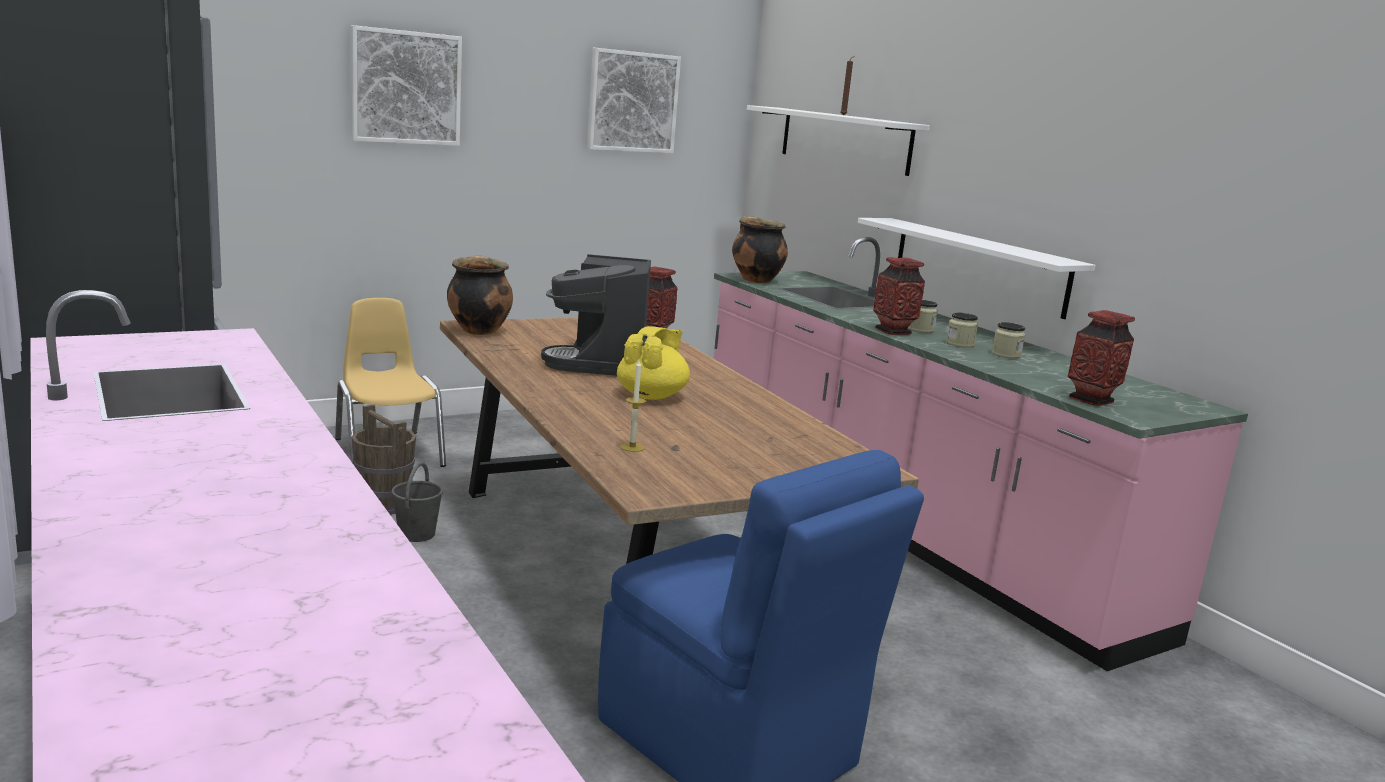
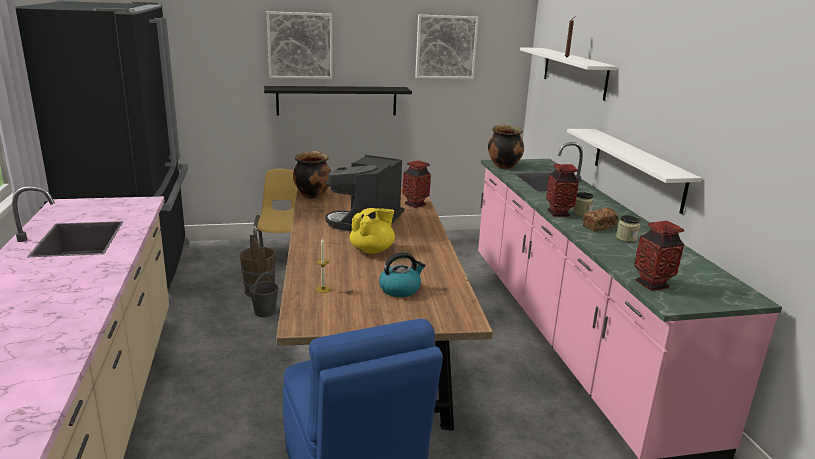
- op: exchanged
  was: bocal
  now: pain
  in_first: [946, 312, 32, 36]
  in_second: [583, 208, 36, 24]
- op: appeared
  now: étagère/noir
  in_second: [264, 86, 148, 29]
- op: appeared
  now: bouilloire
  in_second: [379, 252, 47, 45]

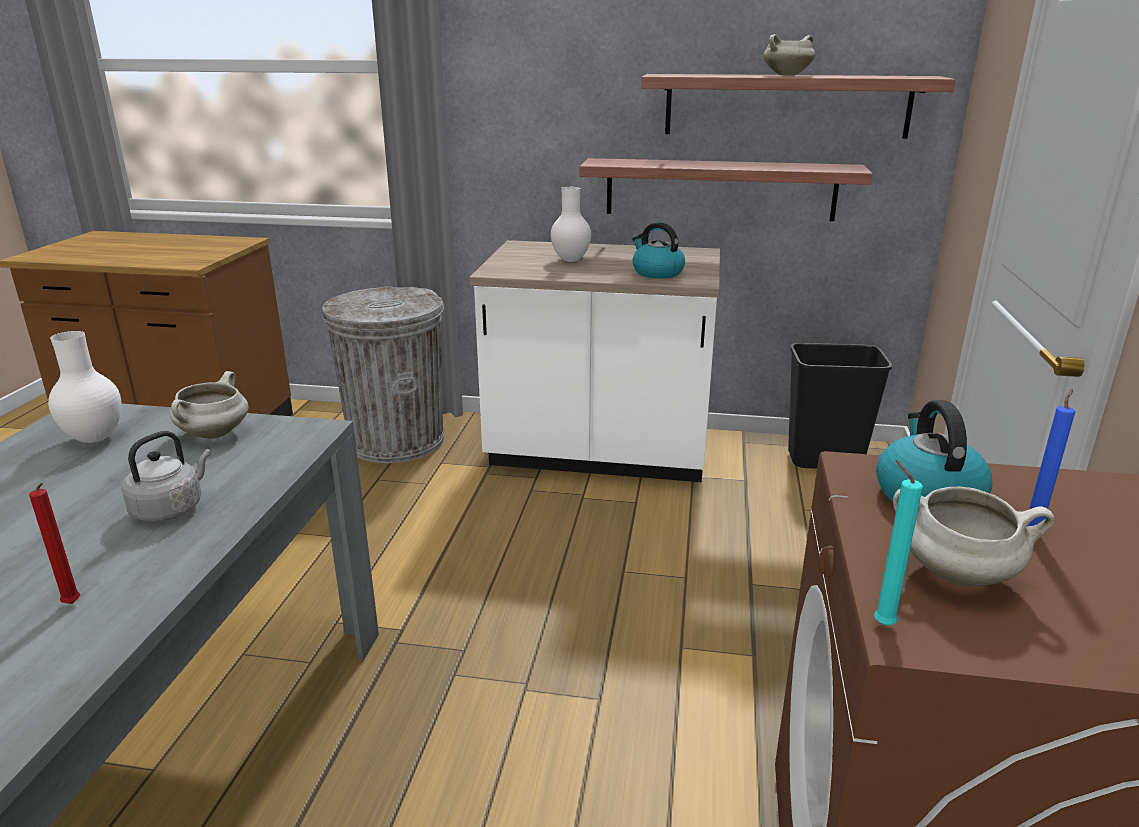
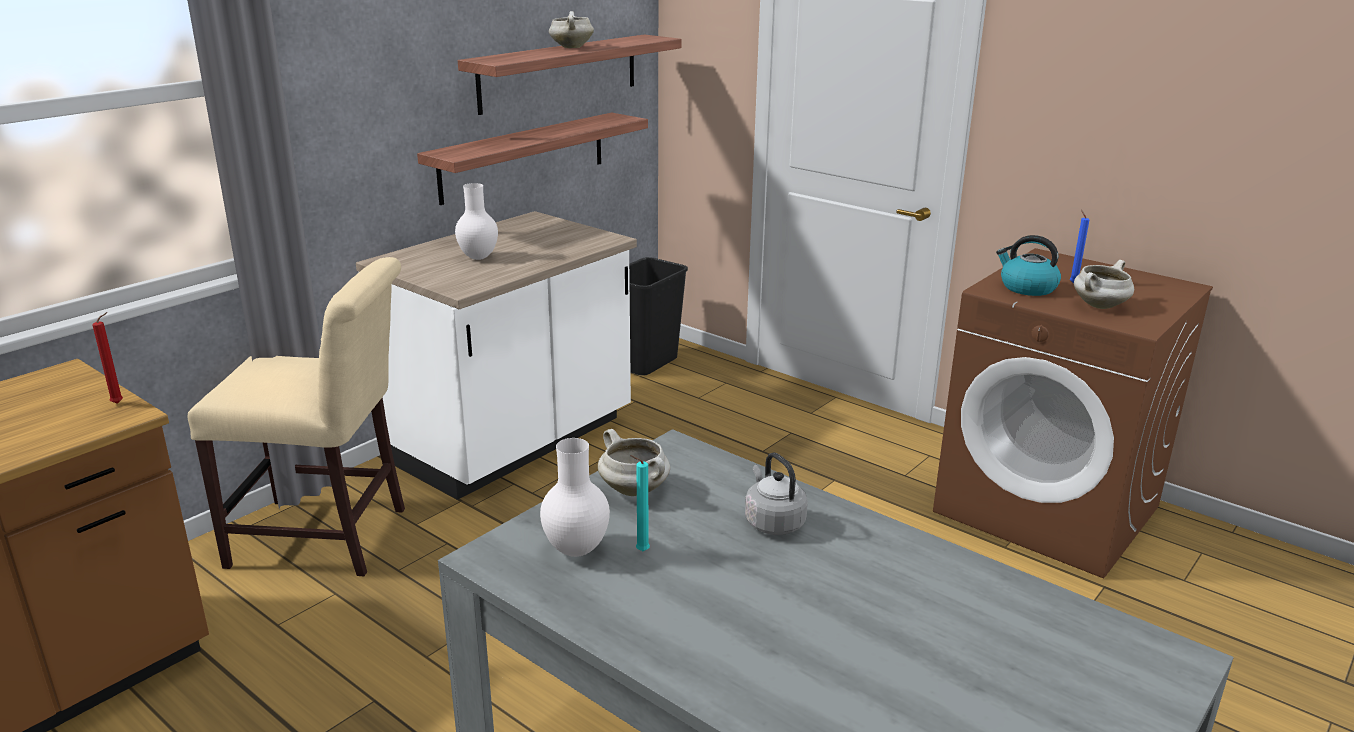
- op: relocated
  was: bougie/rouge
  in_first: [29, 483, 51, 121]
  in_second: [92, 312, 31, 92]
- op: exchanged
  was: poubelle/gris
  now: chaise/beige
  in_first: [322, 286, 122, 177]
  in_second: [187, 257, 218, 319]
- op: missing
  was: bouilloire
  in_first: [632, 222, 53, 56]
- op: relocated
  was: bougie/turquoise
  in_first: [874, 460, 49, 165]
  in_second: [630, 455, 20, 96]

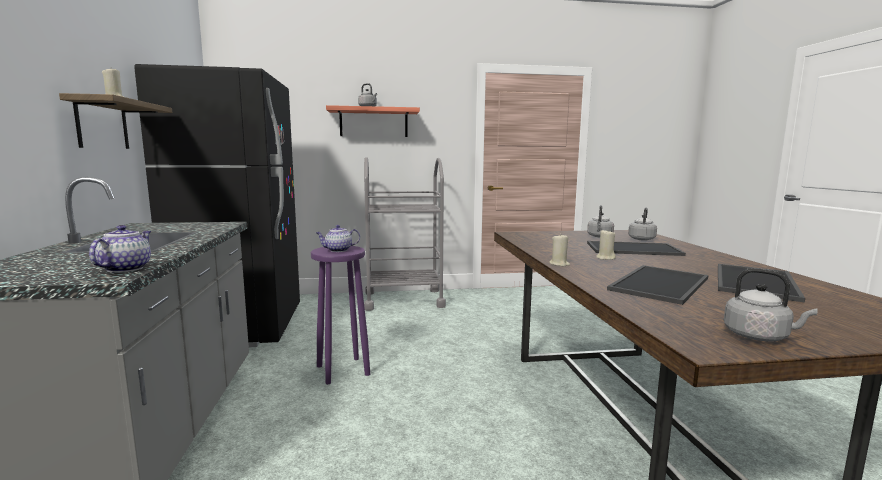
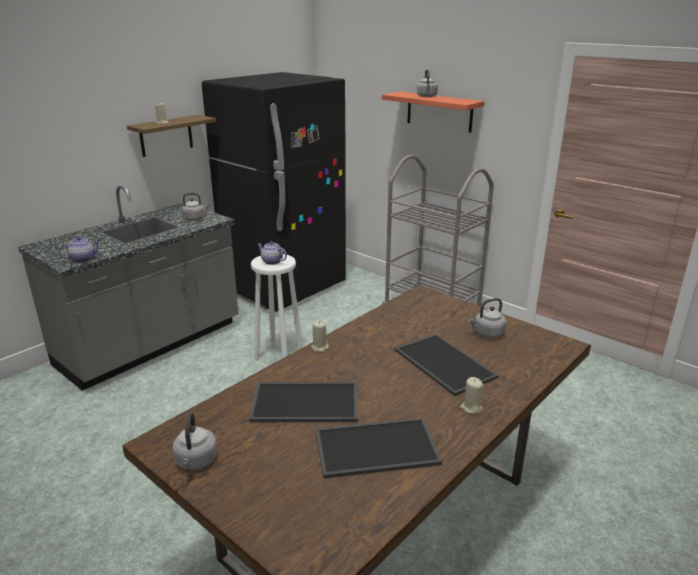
- op: colour
  was: tabouret/violet
  now: tabouret/blanc
  in_first: [311, 246, 59, 138]
  in_second: [251, 254, 51, 107]
- op: relocated
  was: bougie/beige
  in_first: [596, 230, 20, 30]
  in_second: [460, 377, 24, 37]
- op: relocated
  was: bouilloire/gris
  in_first: [628, 207, 29, 34]
  in_second: [182, 193, 28, 27]

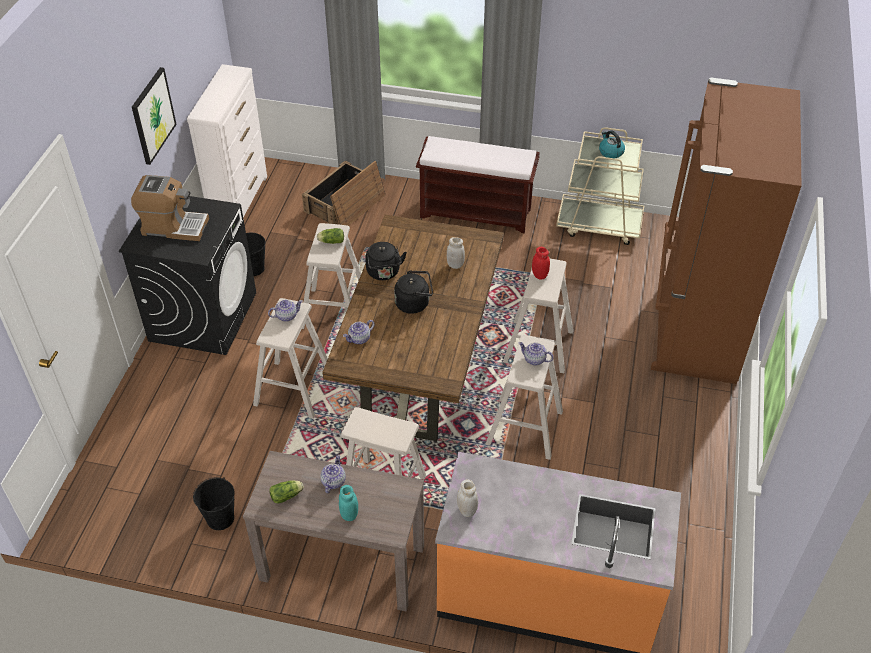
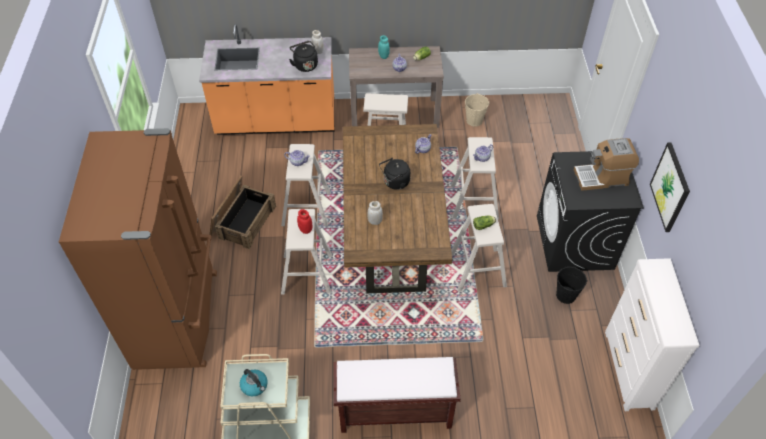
- op: colour
  was: seau/noir
  now: seau/beige
  in_first: [193, 477, 42, 53]
  in_second: [465, 94, 24, 33]
- op: relocated
  was: caisse
  in_first: [302, 161, 83, 65]
  in_second: [210, 175, 66, 74]
- op: relocated
  was: bouilloire/noir
  in_first: [365, 242, 42, 38]
  in_second: [289, 41, 29, 31]

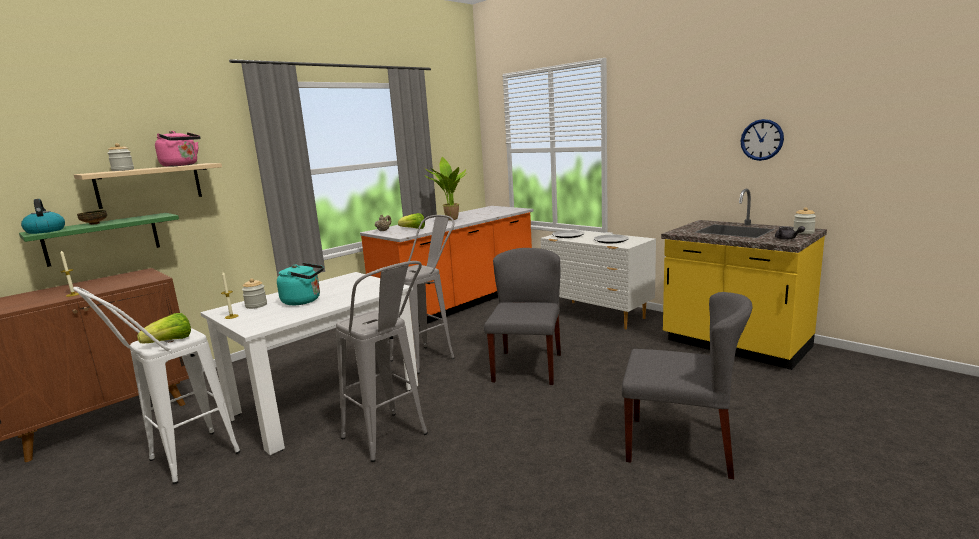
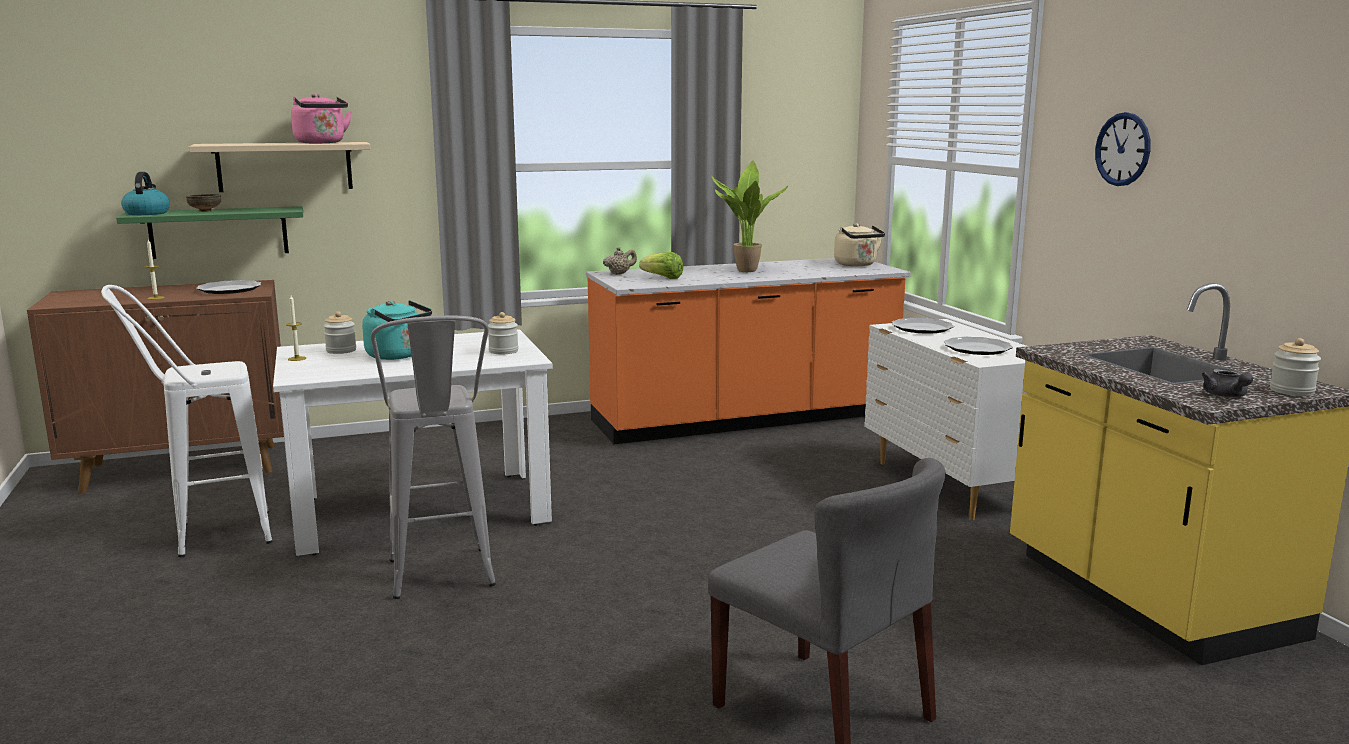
- op: relocated
  was: bocal
  in_first: [107, 143, 27, 28]
  in_second: [488, 312, 31, 42]
- op: missing
  was: laitue
  in_first: [137, 313, 54, 30]
- op: missing
  was: tabouret/gris
  in_first: [390, 215, 65, 159]
- op: missing
  was: chaise/gris
  in_first: [484, 248, 77, 137]
- op: relocated
  was: horloge murale
  in_first: [741, 119, 43, 42]
  in_second: [1095, 112, 55, 74]
- op: appeared
  now: assiette
  in_second: [196, 280, 65, 14]
- op: appeared
  now: bouilloire/beige
  in_second: [834, 223, 51, 43]

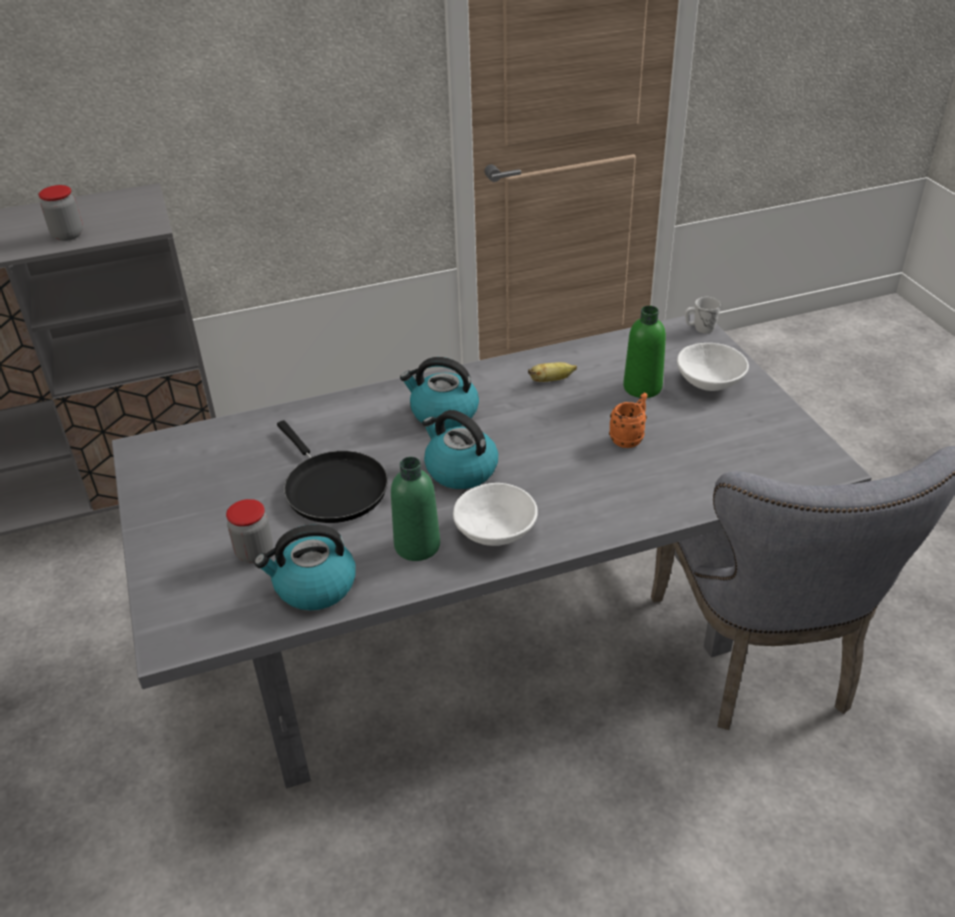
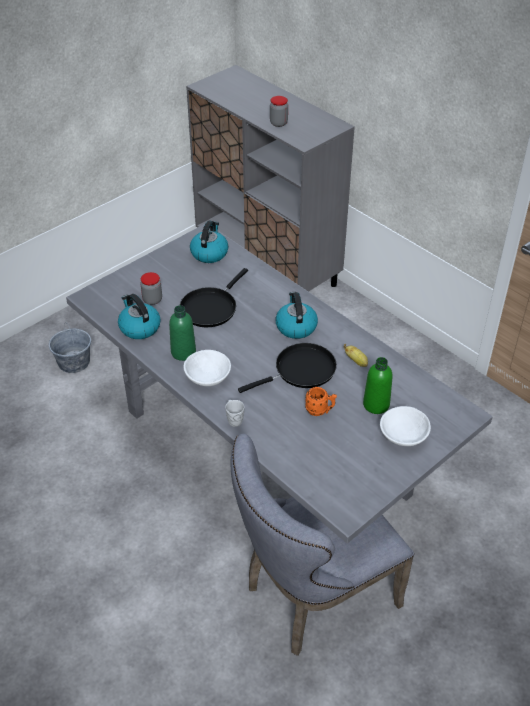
- op: relocated
  was: bouilloire
  in_first: [422, 410, 76, 79]
  in_second: [190, 221, 38, 42]
- op: relocated
  was: mug/blanc
  in_first: [685, 297, 36, 36]
  in_second: [225, 400, 19, 27]
- op: appeared
  now: seau/gris
  in_second: [49, 324, 42, 49]
- op: appeared
  now: poêle/noir
  in_second: [238, 343, 99, 50]

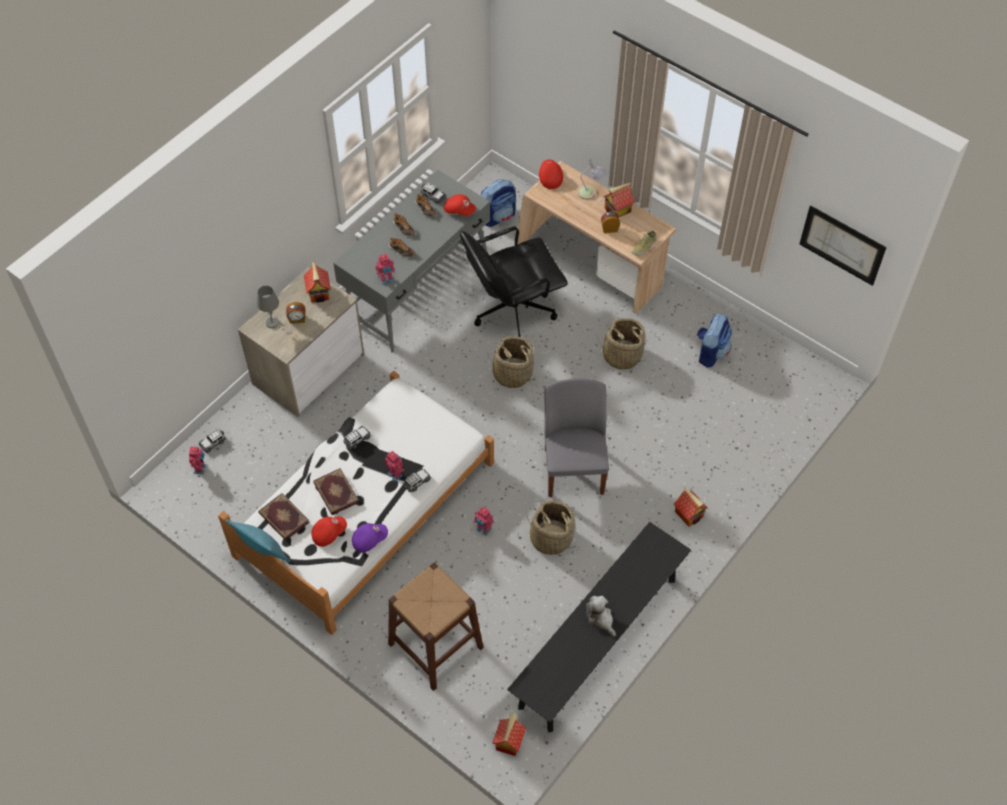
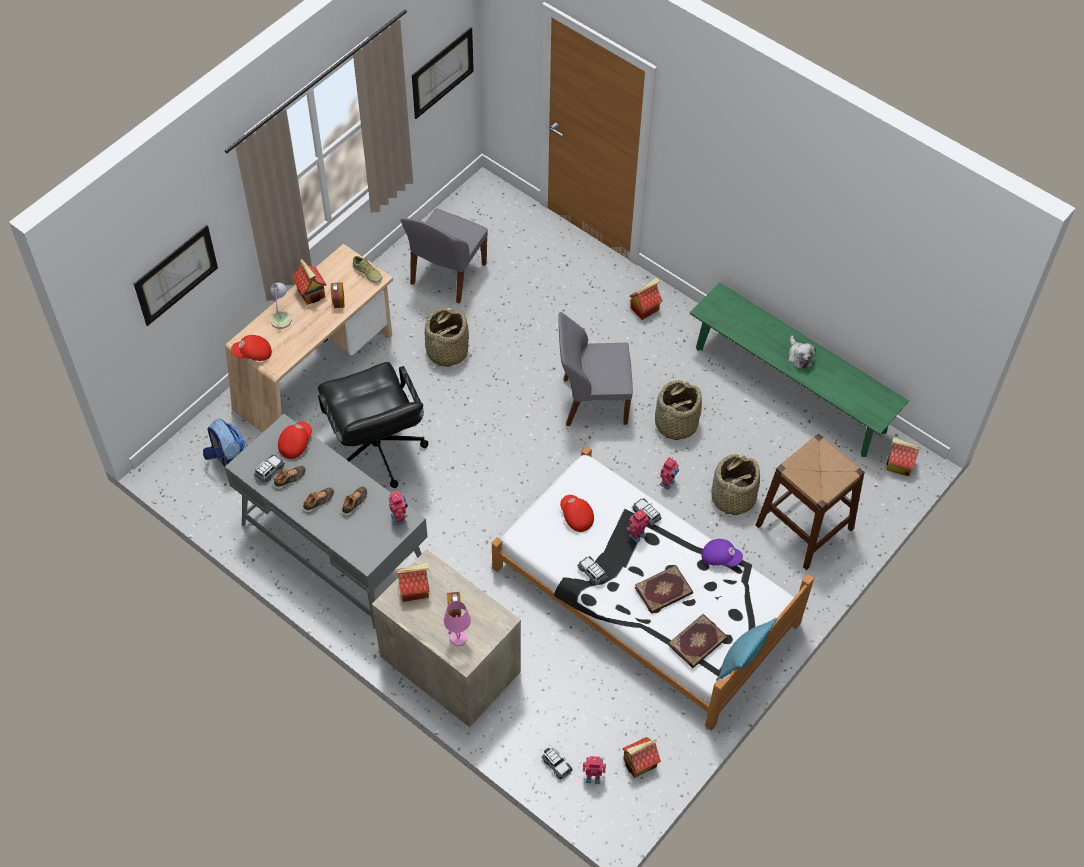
- op: colour
  was: lampe de table/gris
  now: lampe de table/rose
  in_first: [257, 286, 22, 42]
  in_second: [444, 601, 27, 45]
- op: relocated
  was: casquette/rouge
  in_first: [311, 516, 36, 31]
  in_second: [560, 495, 34, 37]
- op: spun
  was: casquette/violet
  in_first: [352, 523, 36, 30]
  in_second: [702, 539, 41, 28]
  clockwise: 135
- op: relocated
  was: panier
  in_first: [488, 336, 48, 52]
  in_second: [711, 454, 49, 62]
- op: colour
  was: banc/noir
  now: banc/vert
  in_first: [507, 522, 184, 211]
  in_second: [690, 283, 219, 174]
- op: spun
  was: peluche
  in_first: [586, 596, 30, 41]
  in_second: [788, 335, 28, 34]
  clockwise: -75
- op: exchanged
  was: sac à dos
  now: chaise/gris
  in_first: [697, 314, 35, 54]
  in_second: [401, 208, 87, 95]
- op: appeared
  now: tableau
  in_second: [134, 225, 84, 101]
- op: appeared
  now: maison miniature
  in_second: [622, 737, 39, 41]

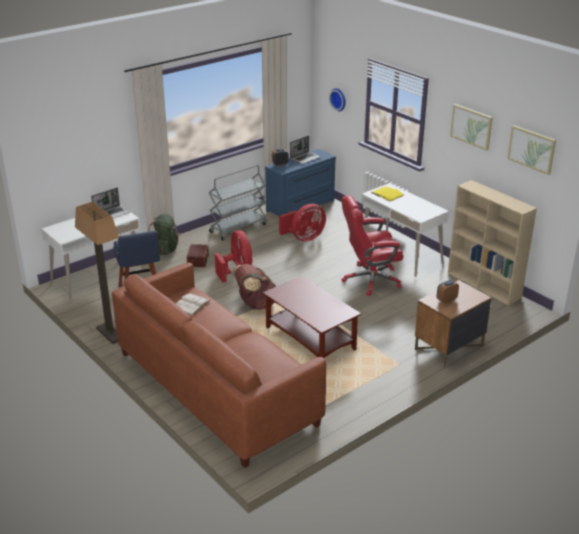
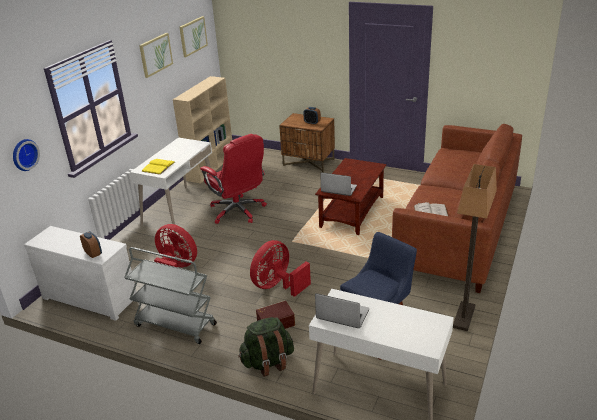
- op: missing
  was: sac à dos/marron
  in_first: [233, 264, 43, 46]
- op: colour
  was: commode/bleu
  now: commode/blanc
  in_first: [265, 149, 71, 67]
  in_second: [24, 226, 113, 95]
- op: relocated
  was: ordinateur portable
  in_first: [290, 136, 31, 28]
  in_second: [320, 172, 37, 24]

